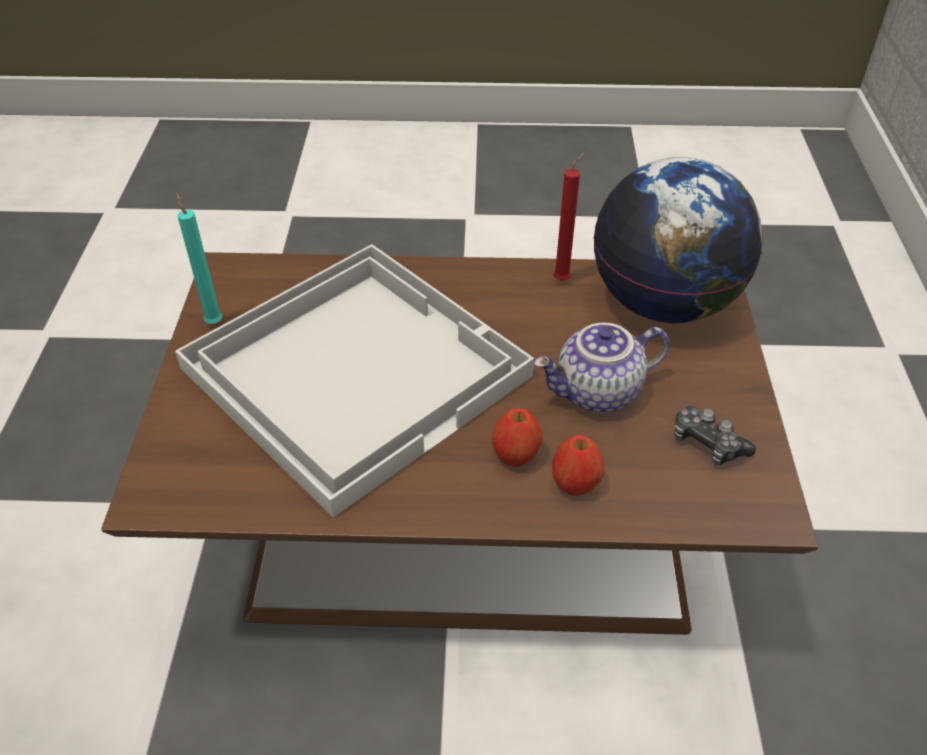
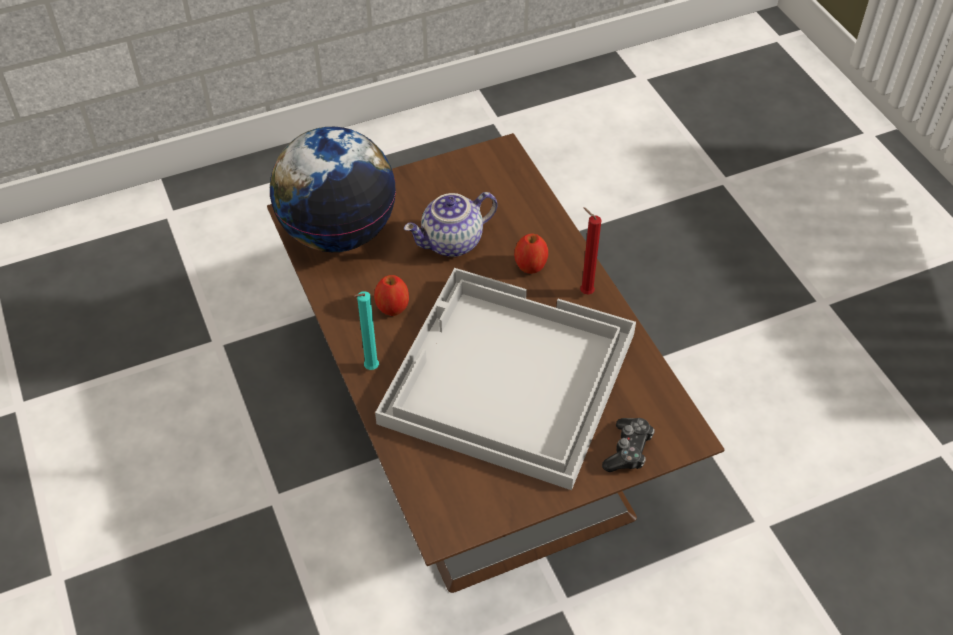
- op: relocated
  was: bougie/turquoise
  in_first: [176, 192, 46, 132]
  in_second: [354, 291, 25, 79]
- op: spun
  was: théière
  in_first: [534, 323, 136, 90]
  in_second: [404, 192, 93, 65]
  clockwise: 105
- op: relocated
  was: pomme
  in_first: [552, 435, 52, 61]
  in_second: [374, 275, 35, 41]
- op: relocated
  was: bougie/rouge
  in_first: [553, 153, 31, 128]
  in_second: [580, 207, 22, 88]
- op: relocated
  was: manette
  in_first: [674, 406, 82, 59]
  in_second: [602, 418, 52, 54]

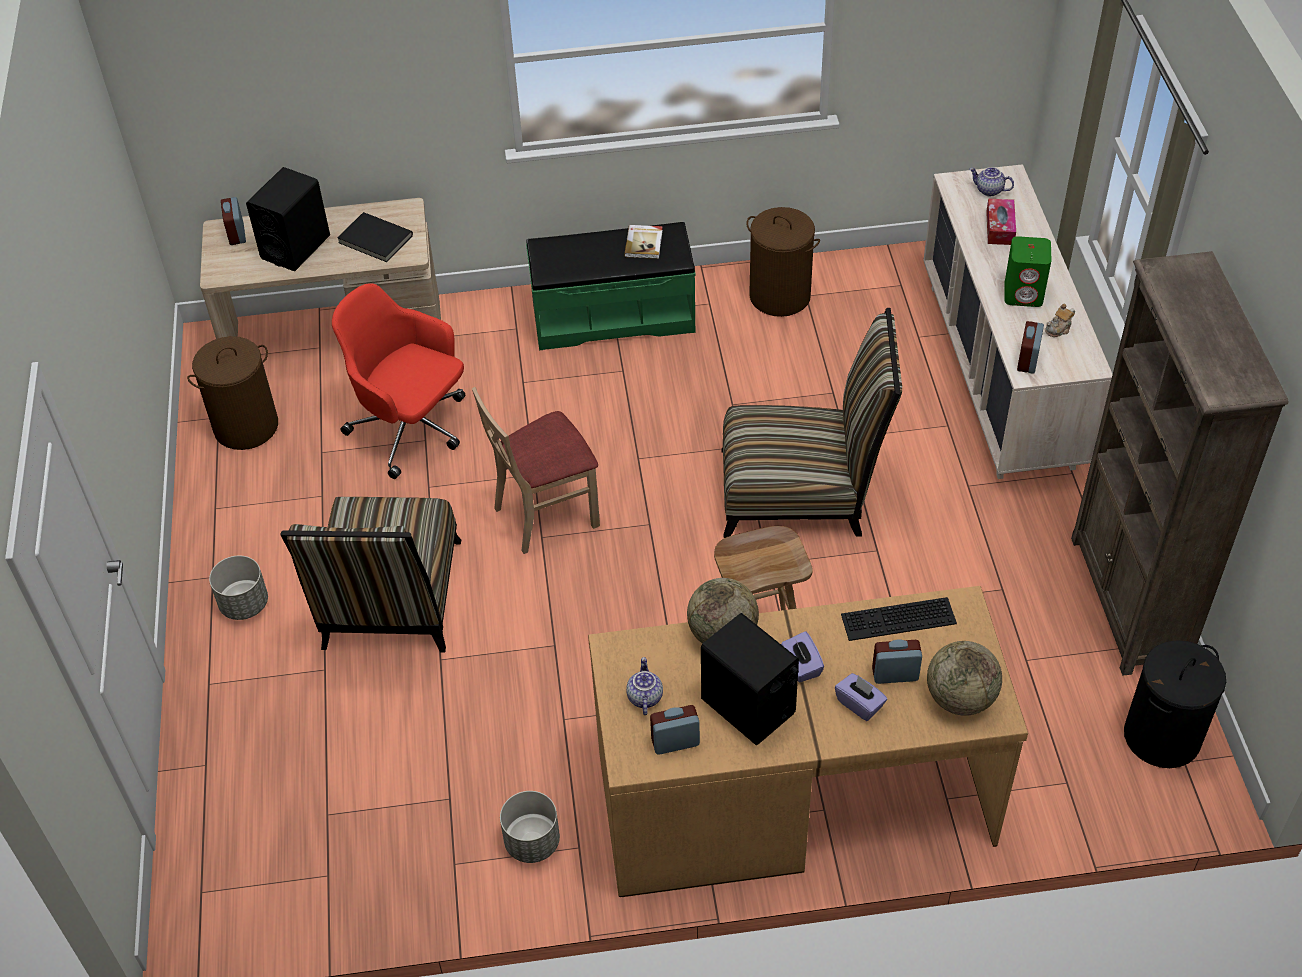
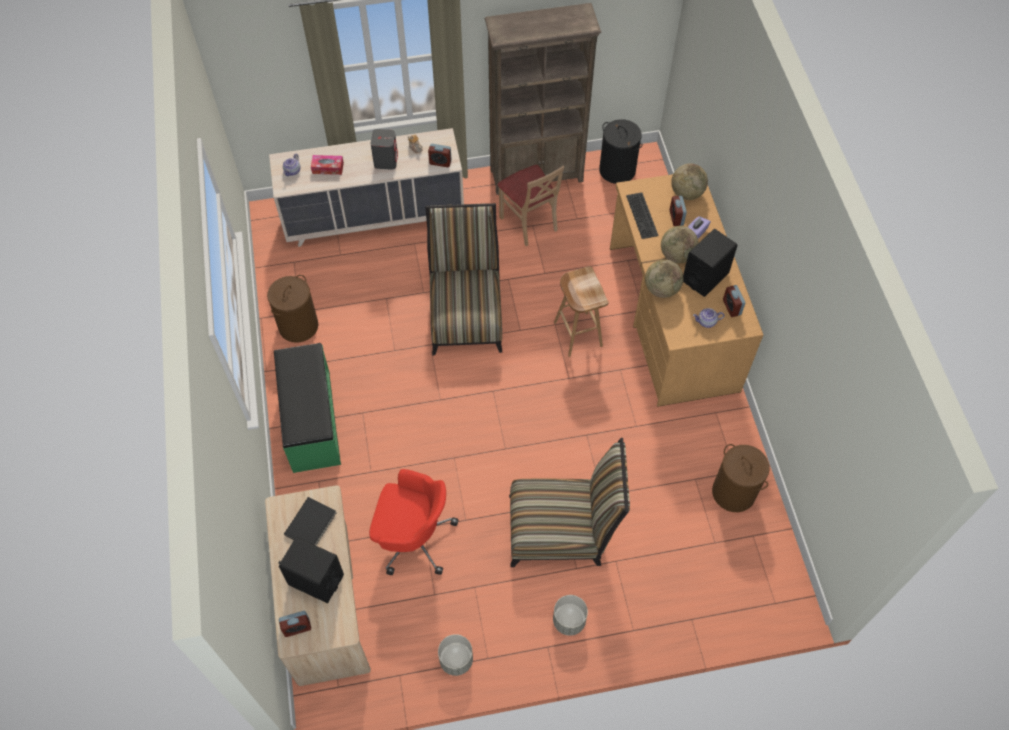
- op: relocated
  was: panier à linge/marron
  in_first: [187, 336, 91, 114]
  in_second: [712, 444, 58, 68]
- op: spun
  was: chaise de bureau/rouge
  in_first: [332, 283, 133, 196]
  in_second: [369, 469, 89, 106]
  clockwise: -105
- op: relocated
  was: chaise/beige
  in_first: [472, 387, 128, 167]
  in_second: [497, 165, 67, 81]
- op: relocated
  was: cache-pot/gris
  in_first: [500, 791, 60, 72]
  in_second: [438, 634, 35, 42]
- op: missing
  was: livre
  in_first: [624, 225, 39, 34]
- op: exchanged
  was: boîte à mouchoirs/violet
  now: globe
  in_first: [781, 631, 43, 51]
  in_second: [661, 226, 38, 37]
- op: colour
  was: enceinte/vert
  now: enceinte/gris
  in_first: [1004, 236, 47, 71]
  in_second: [371, 129, 27, 41]

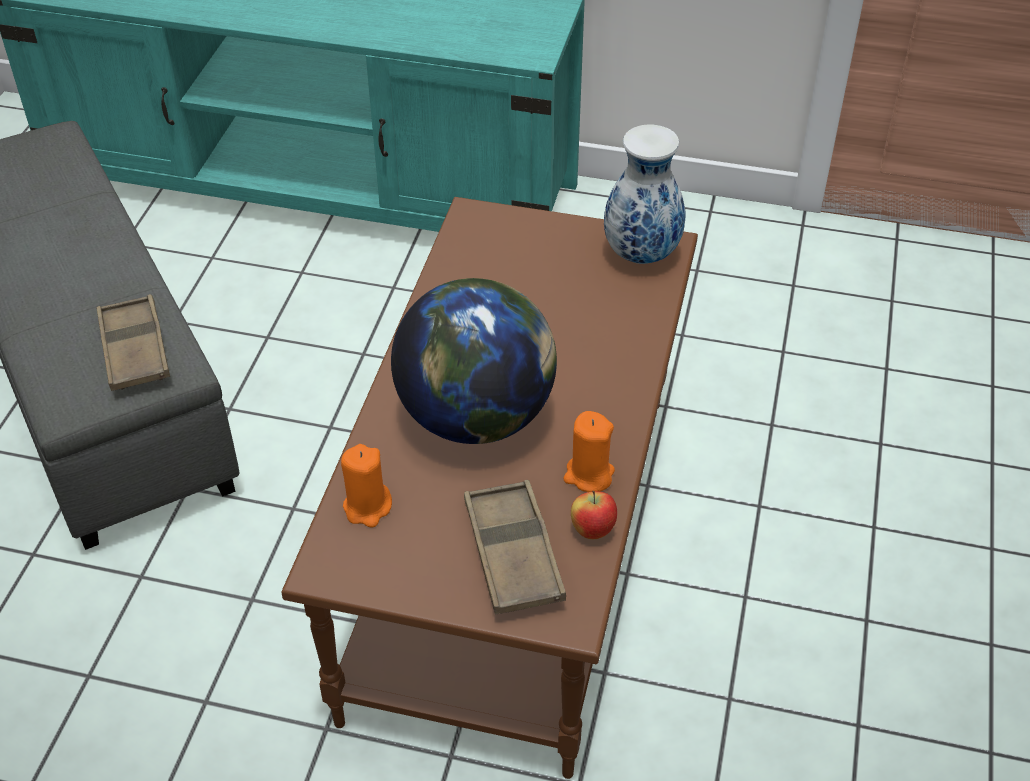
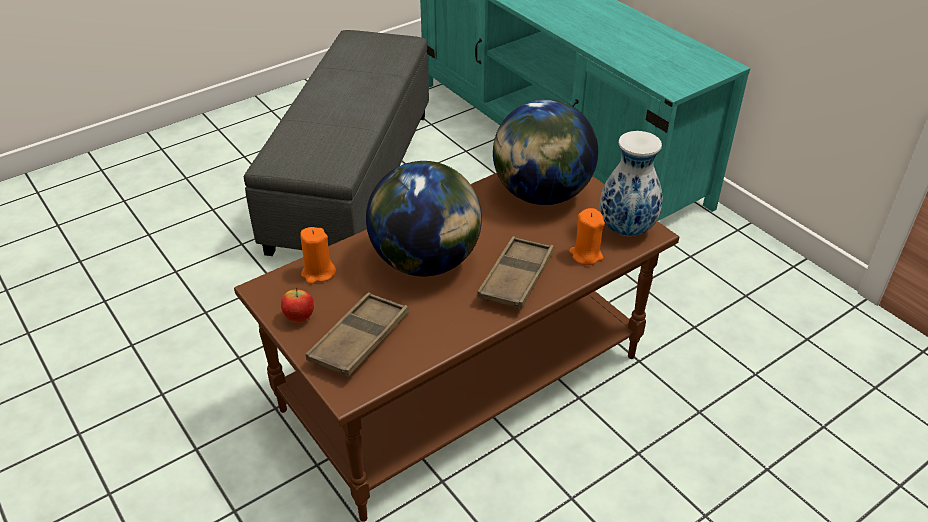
- op: relocated
  was: plateau/marron
  in_first: [97, 294, 73, 97]
  in_second: [477, 236, 77, 73]
- op: relocated
  was: bougie/orange
  in_first: [564, 411, 51, 81]
  in_second: [569, 208, 36, 57]
- op: relocated
  was: pomme
  in_first: [571, 491, 46, 48]
  in_second: [281, 287, 34, 36]
- op: appeared
  now: globe
  in_second: [493, 99, 105, 106]

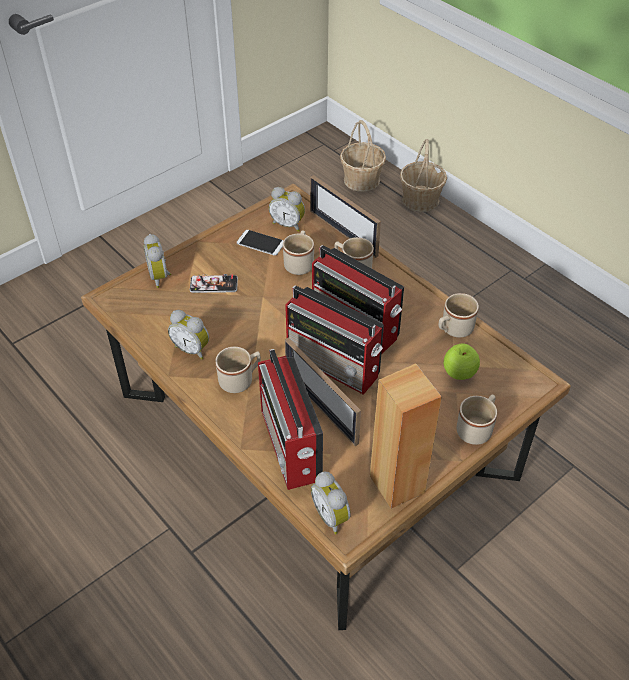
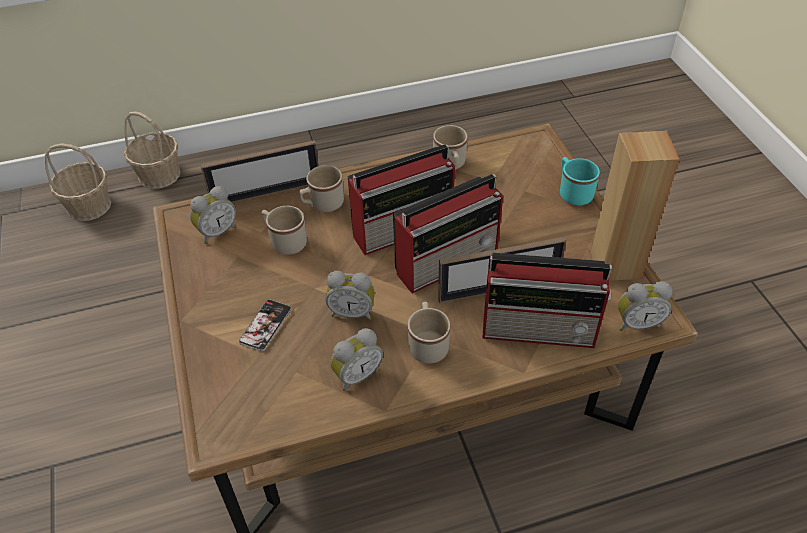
- op: relocated
  was: réveil
  in_first: [144, 234, 27, 54]
  in_second: [325, 271, 50, 49]
- op: missing
  was: téléphone
  in_first: [237, 230, 47, 25]
- op: missing
  was: pomme
  in_first: [444, 343, 36, 37]
- op: colour
  was: mug/beige
  now: mug/turquoise
  in_first: [457, 395, 40, 50]
  in_second: [560, 157, 40, 49]

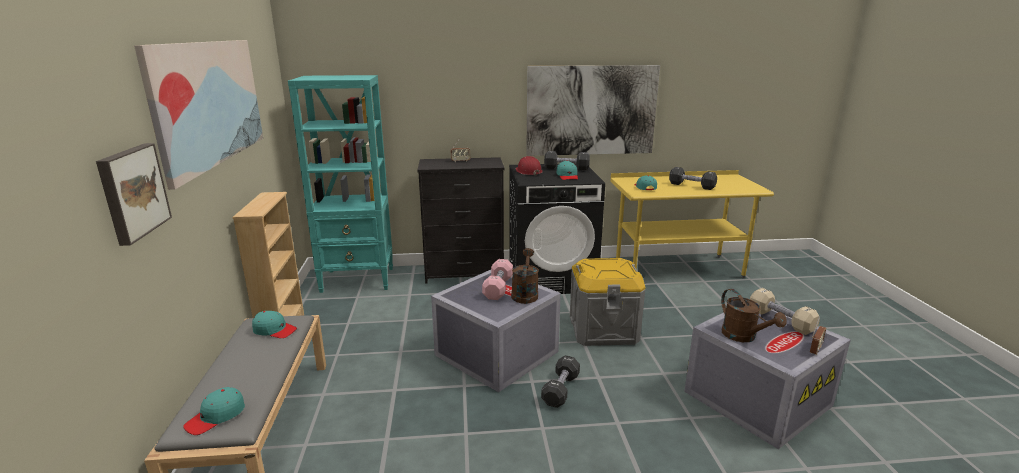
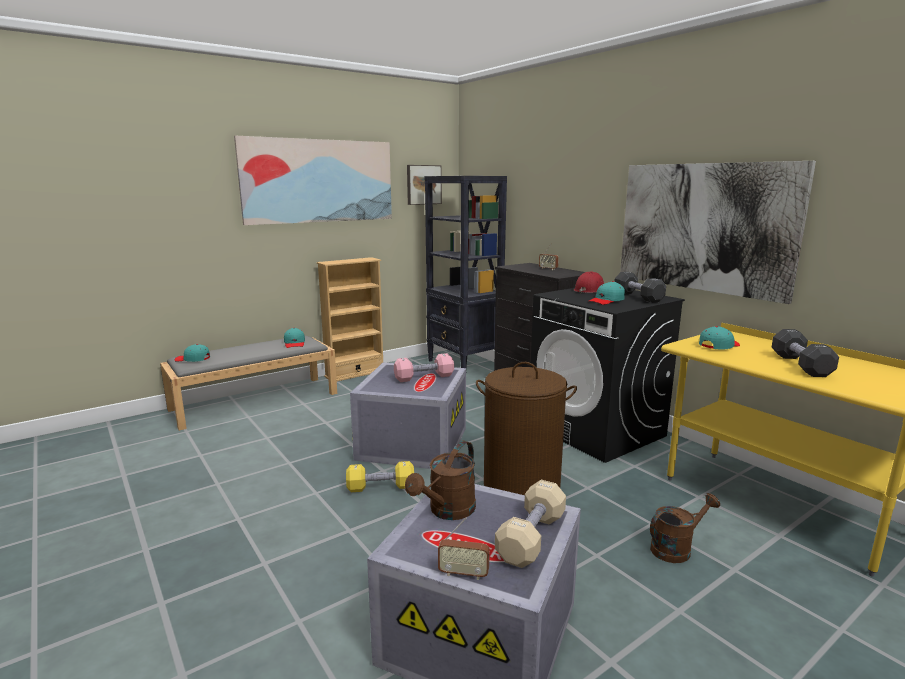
- op: relocated
  was: tableau
  in_first: [96, 143, 76, 103]
  in_second: [407, 165, 35, 40]
- op: colour
  was: bibliothèque/turquoise
  now: bibliothèque/noir
  in_first: [288, 75, 105, 218]
  in_second: [424, 176, 83, 197]
- op: relocated
  was: arrosoir/marron
  in_first: [511, 248, 28, 56]
  in_second: [650, 493, 70, 70]
- op: colour
  was: haltère/noir
  now: haltère/jaune
  in_first: [541, 355, 39, 53]
  in_second: [346, 461, 68, 31]
- op: exchanged
  was: boîte de rangement/gris
  now: panier à linge/marron
  in_first: [570, 258, 76, 88]
  in_second: [476, 362, 101, 133]

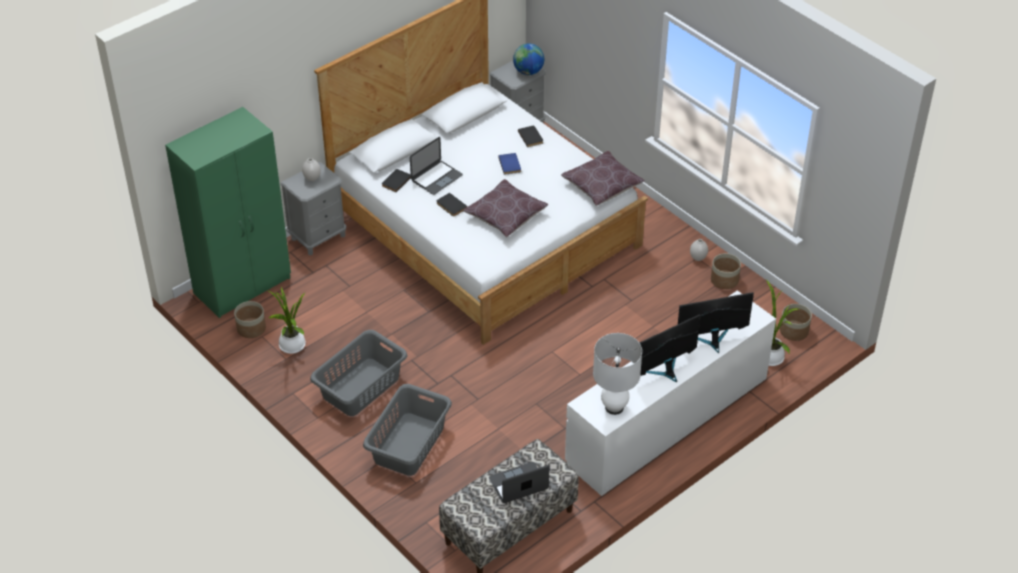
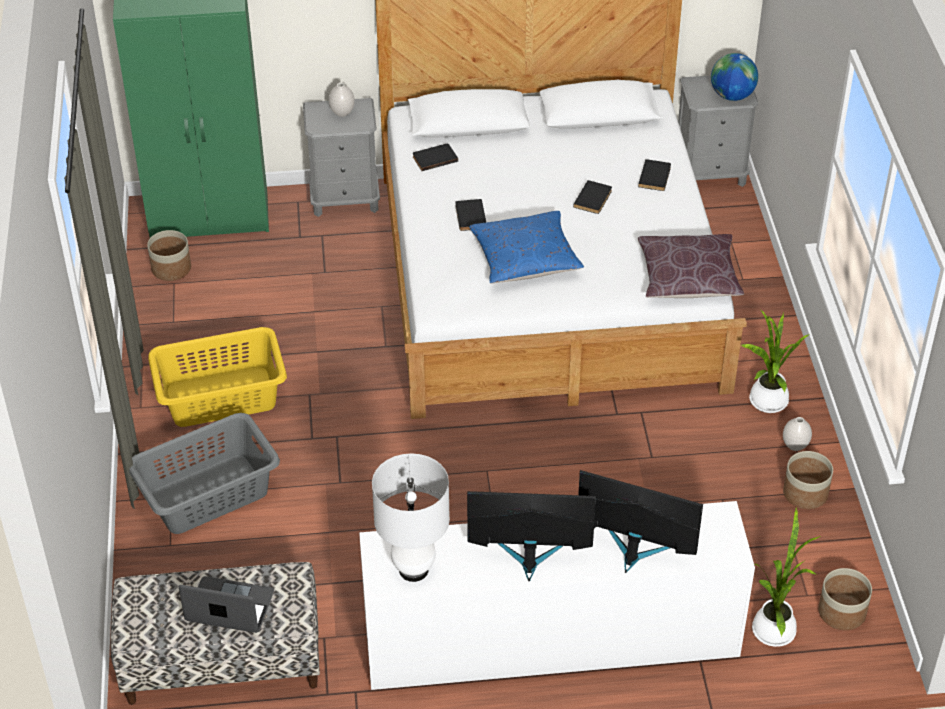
- op: relocated
  was: plante en pot
  in_first: [269, 287, 37, 67]
  in_second: [740, 309, 70, 104]
- op: colour
  was: panier à linge/gris
  now: panier à linge/jaune
  in_first: [310, 330, 97, 86]
  in_second: [148, 327, 139, 100]
- op: missing
  was: ordinateur portable
  in_first: [410, 137, 53, 58]
- op: colour
  was: coussin/marron
  now: coussin/bleu
  in_first: [463, 179, 86, 58]
  in_second: [469, 211, 115, 72]
- op: colour
  was: livre/bleu
  now: livre/noir
  in_first: [498, 153, 23, 22]
  in_second: [573, 180, 39, 34]

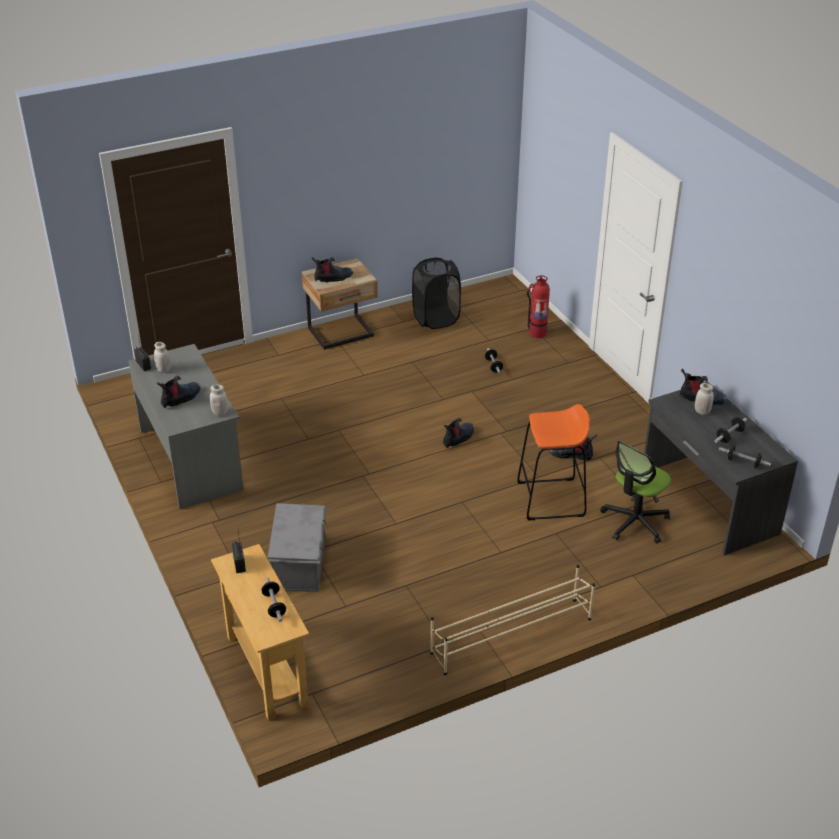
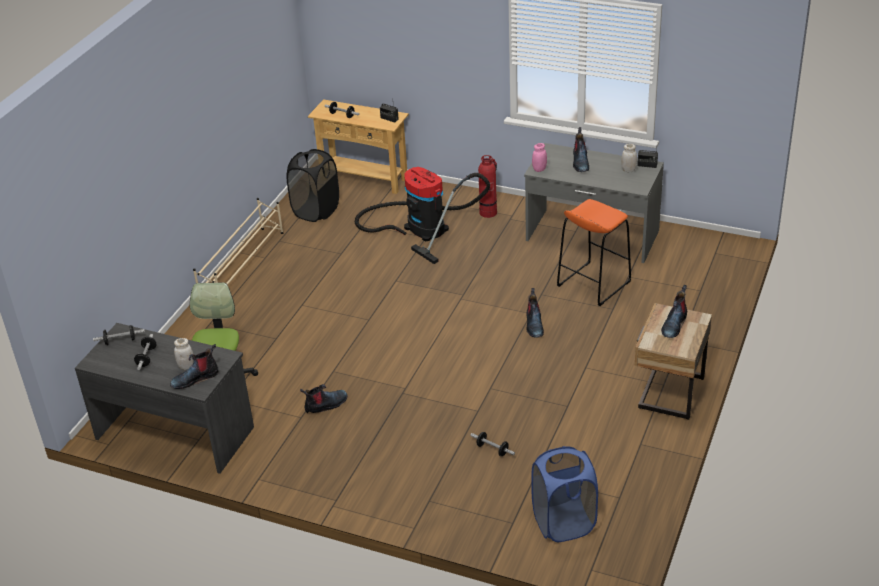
- op: colour
  was: bocal/blanc
  now: bocal/rose
  in_first: [210, 384, 18, 32]
  in_second: [532, 143, 15, 29]
- op: exchanged
  was: boîte de rangement/gris
  now: aspirateur
  in_first: [268, 503, 59, 89]
  in_second: [355, 167, 135, 97]
- op: relocated
  was: panier à linge/noir
  in_first: [412, 257, 49, 72]
  in_second: [286, 149, 53, 73]
- op: relocated
  was: botte
  in_first: [443, 418, 31, 30]
  in_second: [526, 288, 18, 50]
- op: relocated
  was: tabouret/orange
  in_first: [517, 404, 73, 116]
  in_second: [557, 199, 74, 107]
- op: relocated
  was: extincteur
  in_first: [527, 275, 23, 63]
  in_second: [478, 155, 19, 63]
- op: appeared
  now: panier à linge/bleu
  in_second: [532, 446, 66, 96]

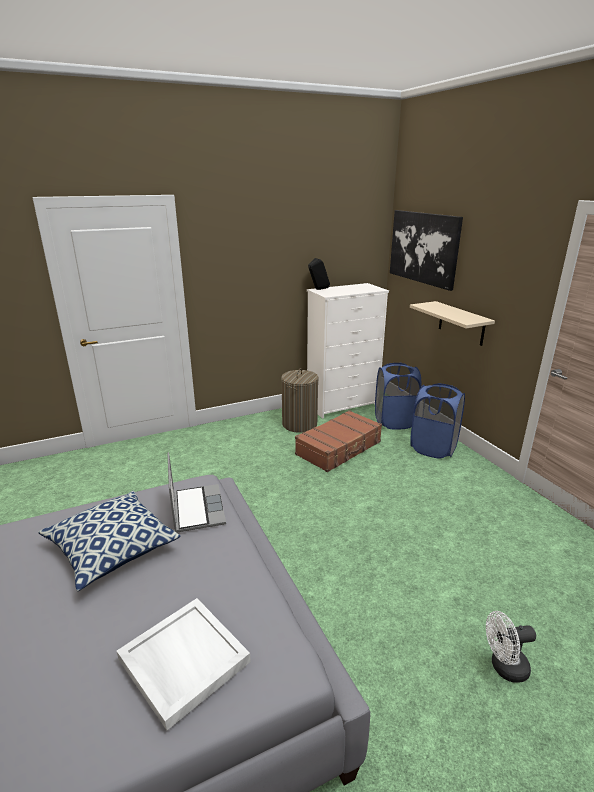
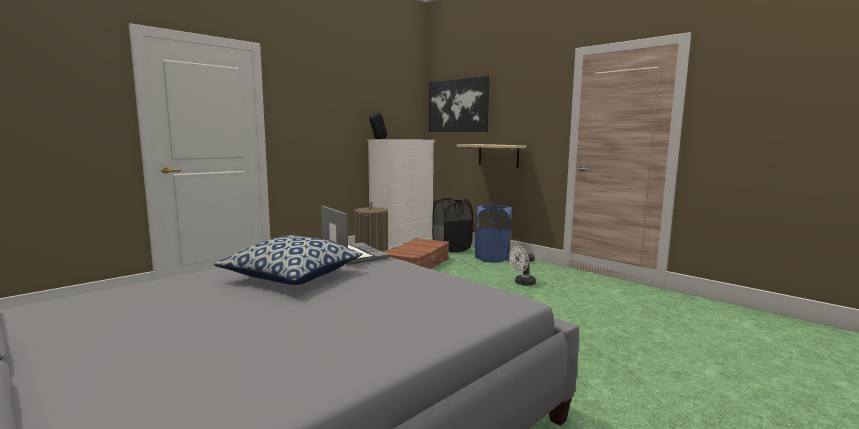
- op: missing
  was: plateau/blanc
  in_first: [117, 598, 134, 132]
- op: colour
  was: panier à linge/bleu
  now: panier à linge/noir
  in_first: [375, 363, 46, 67]
  in_second: [432, 198, 41, 55]
- op: relocated
  was: ventilateur/blanc
  in_first: [486, 611, 50, 72]
  in_second: [509, 246, 27, 40]

